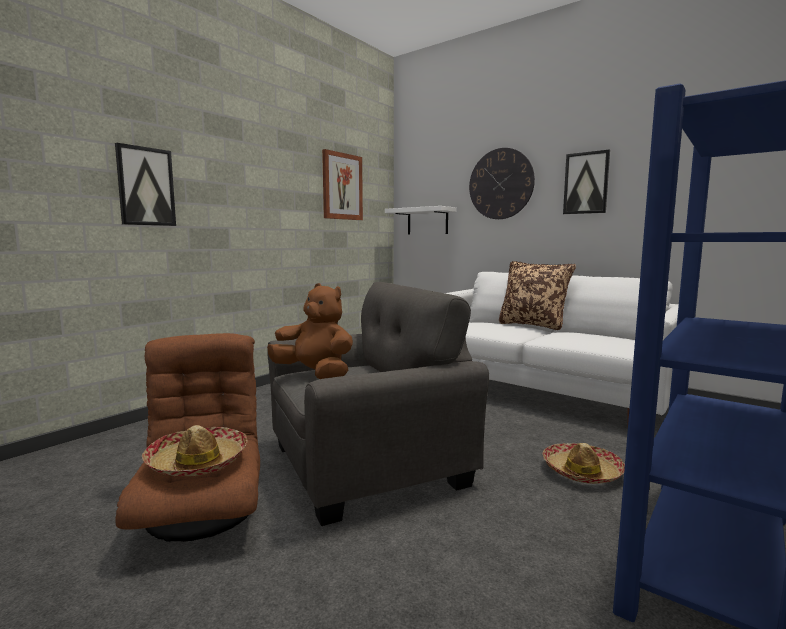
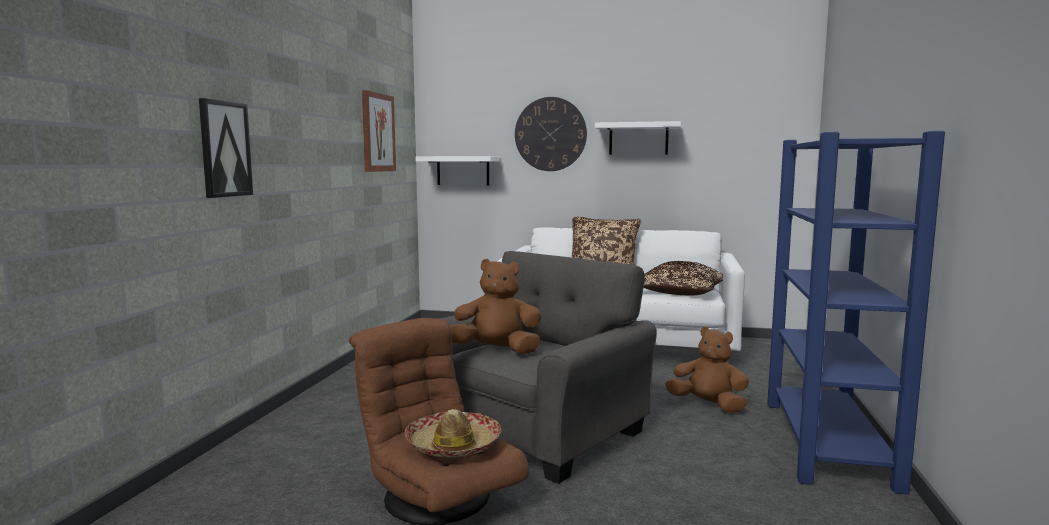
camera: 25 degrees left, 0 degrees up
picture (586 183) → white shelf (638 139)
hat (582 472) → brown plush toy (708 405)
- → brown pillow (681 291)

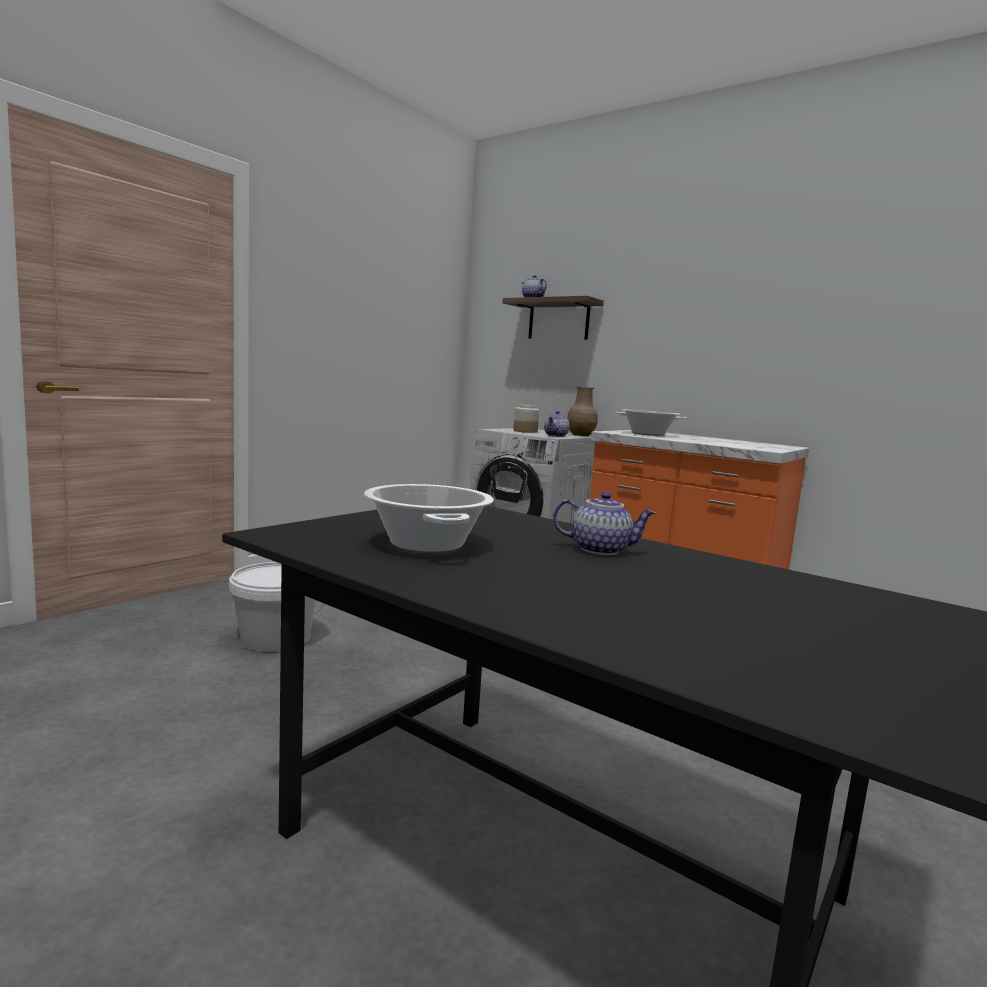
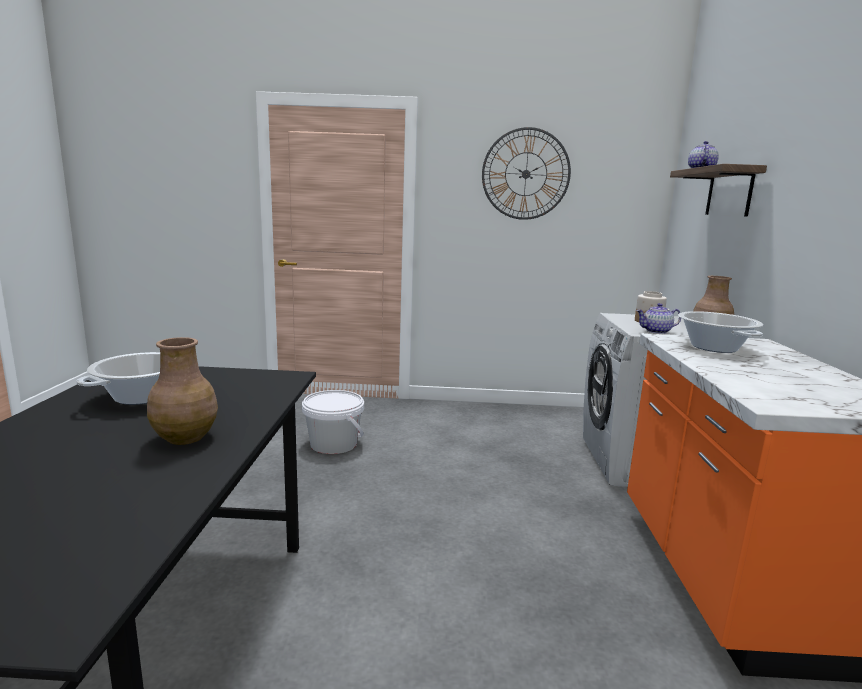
camera: 55 degrees right, 5 degrees up
teapot (600 549) → brown vase (186 437)
- → wall clock (526 174)

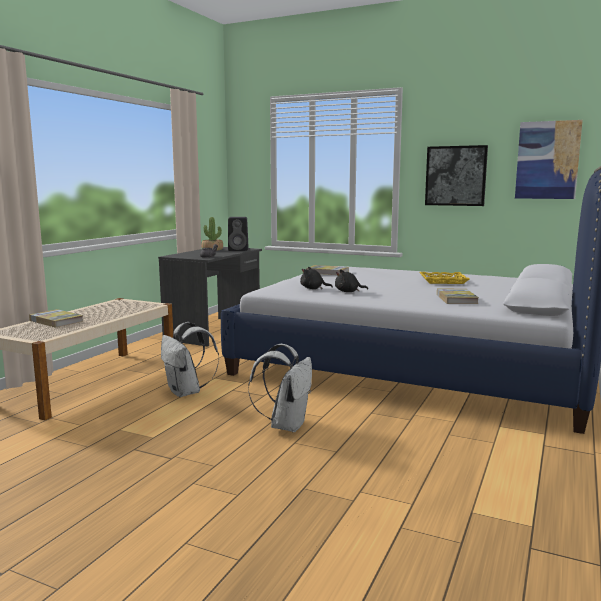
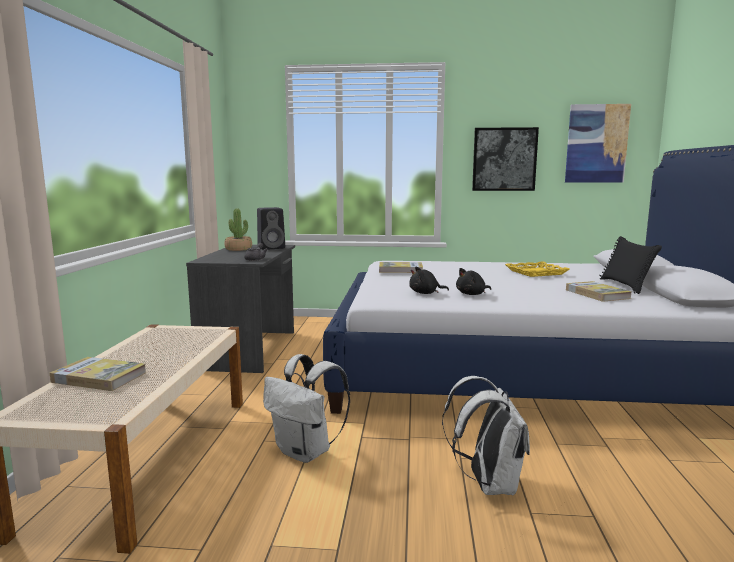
camera: 20 degrees left, 0 degrees up
- → black pillow (626 286)

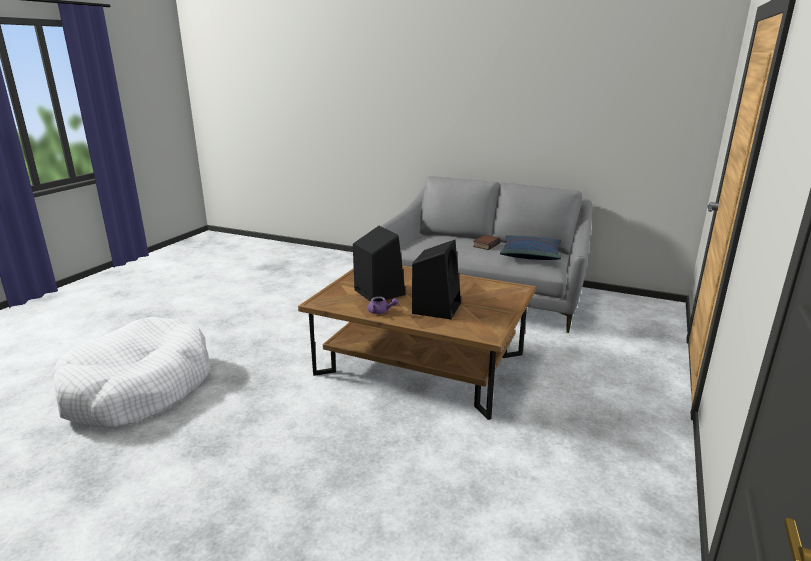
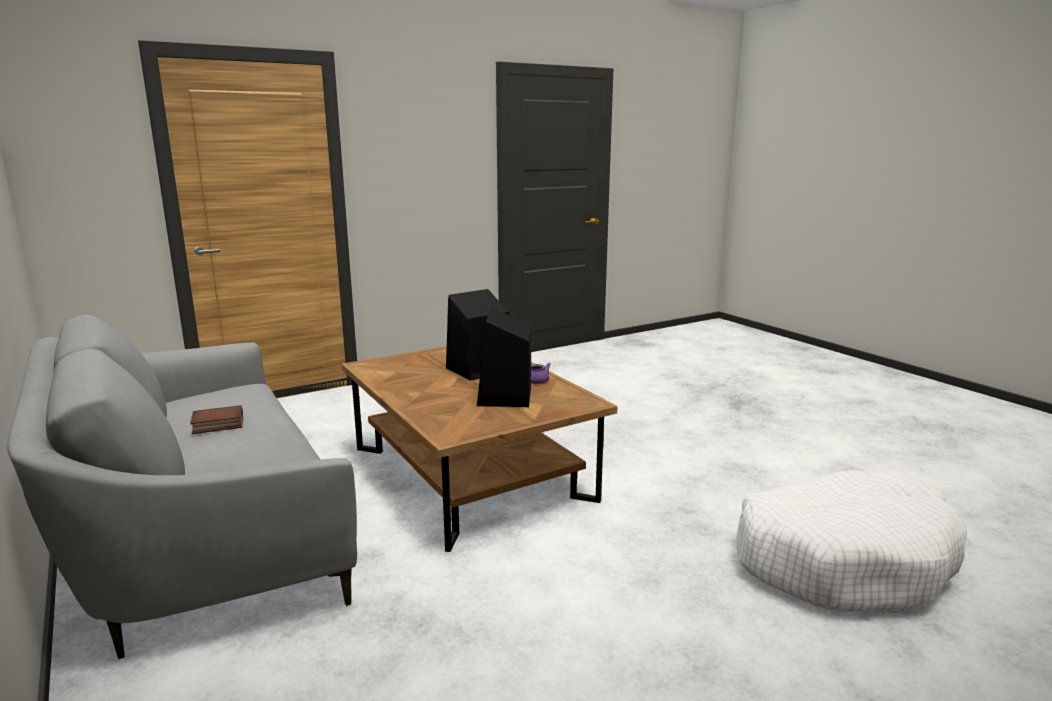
camera: 145 degrees left, 5 degrees down
blue pillow (530 255) → -

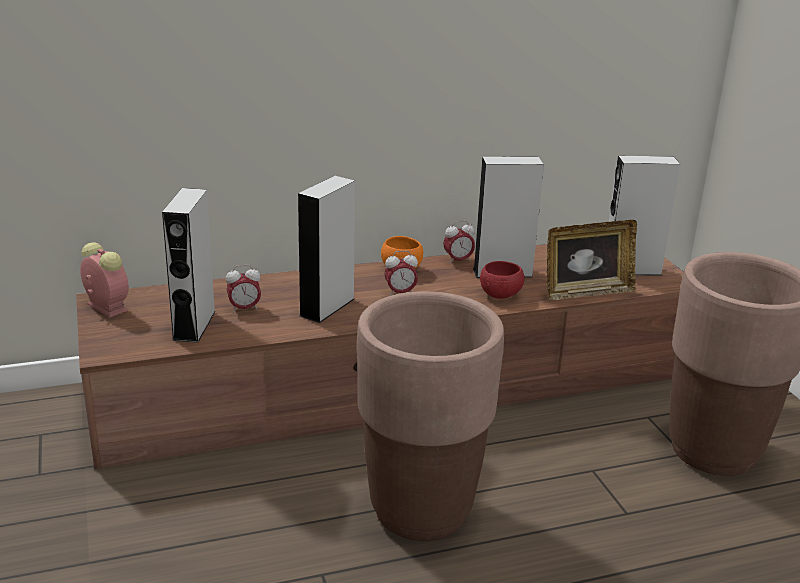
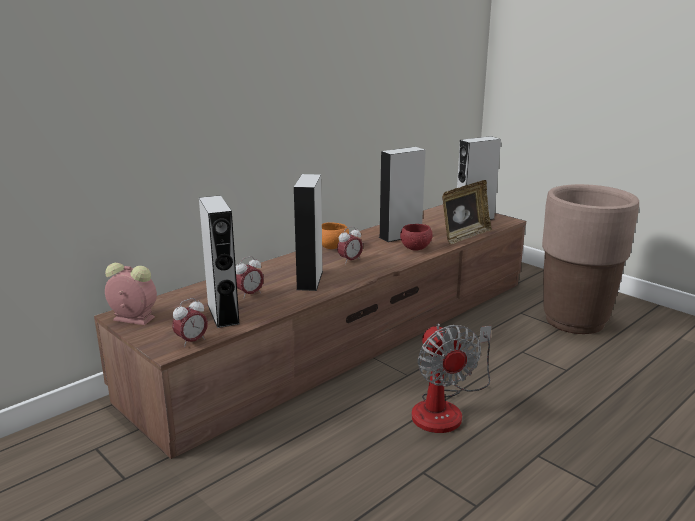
camera: 25 degrees left, 5 degrees down
alarm clock (458 261) → alarm clock (192 341), move
brown planter (421 510) → fan (446 408)

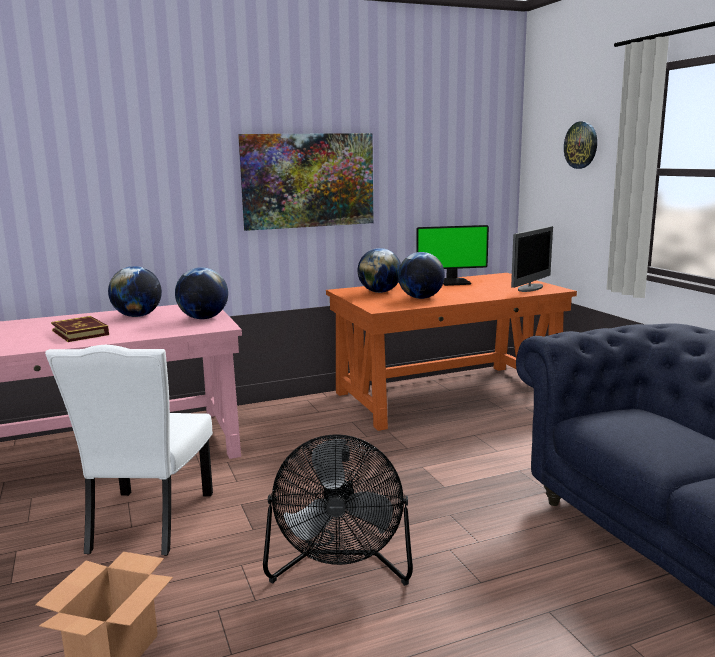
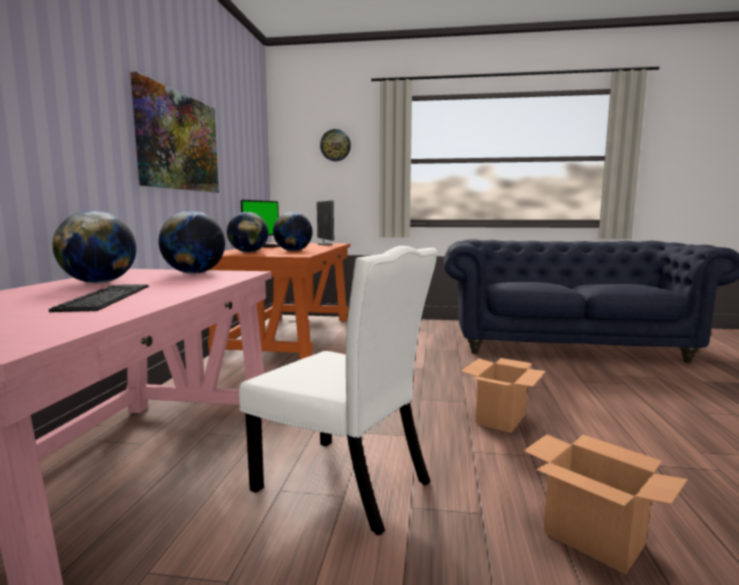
camera: 60 degrees left, 5 degrees down
book (80 333) → keyboard (106 297)
black fan (335 566) → cardboard box (500 419)

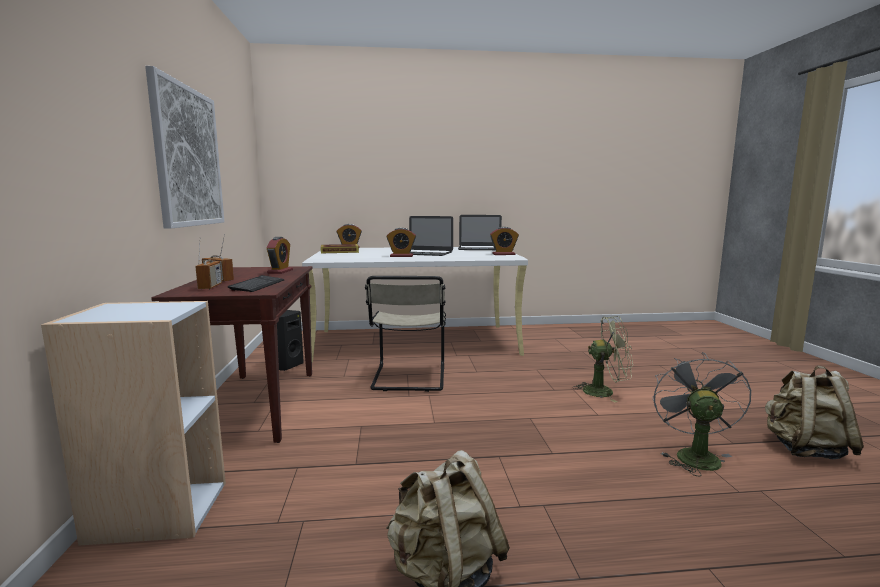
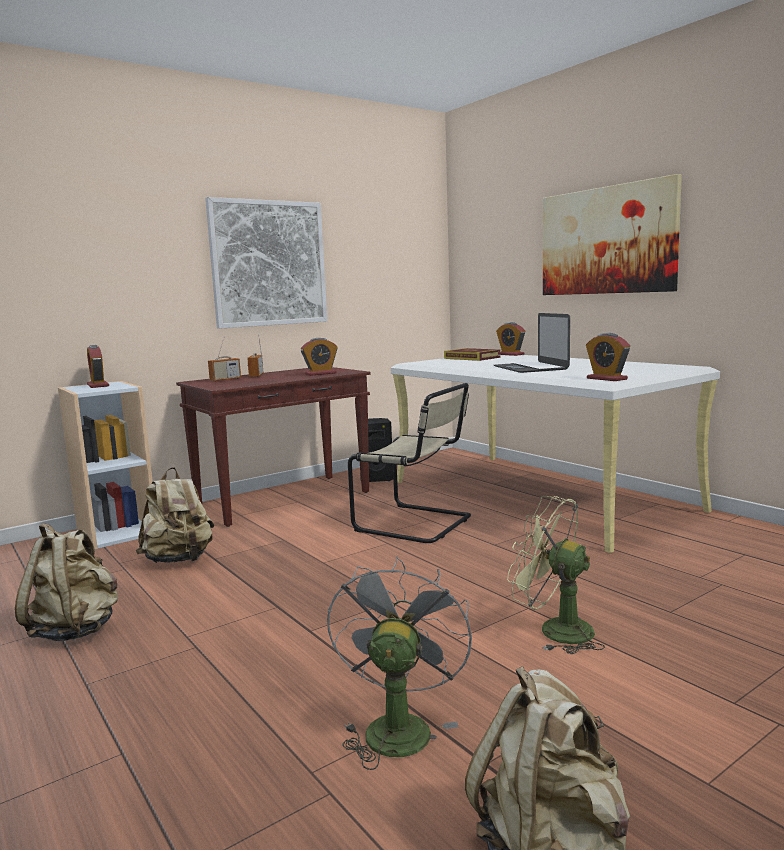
camera: 60 degrees right, 0 degrees up
laptop (479 248) → -
alarm clock (401 256) → alarm clock (98 385), move
keyboard (257 285) → -
beige chair (409 379) → beige chair (417 524), 120 degrees counterclockwise
green fan (604 391) → green fan (554 630), 150 degrees clockwise
grey fan (693 455) → grey fan (398 726), 60 degrees counterclockwise
- → picture (606 241)
- → beige backpack (179 560)

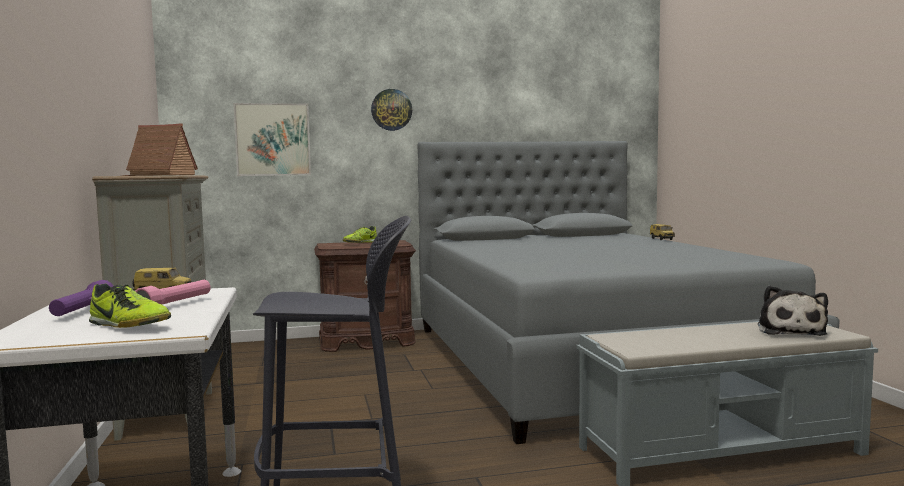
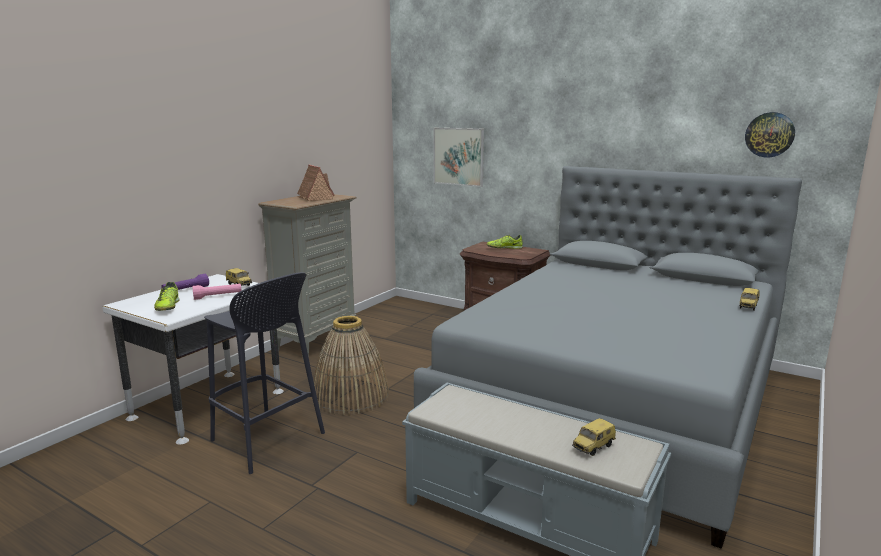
camera: 45 degrees right, 10 degrees up
wall clock (391 110) → wall clock (769 134), move
plush toy (790 331) → toy car (594 448)
- → basket (351 396)

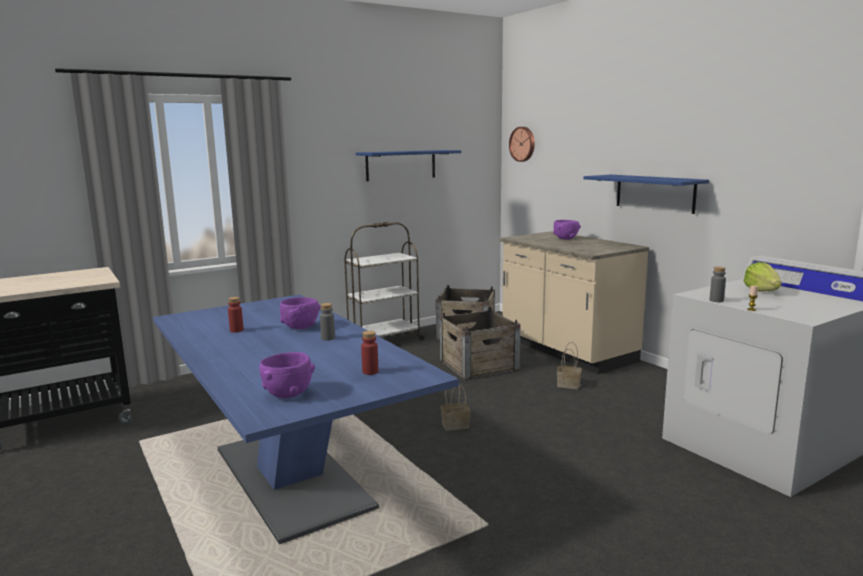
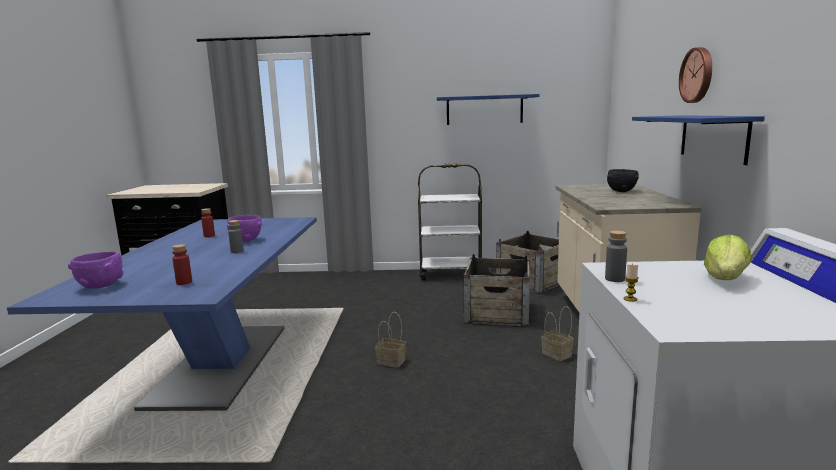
camera: 35 degrees right, 0 degrees up
wall clock (523 144) → wall clock (698 75), move
purple bowl (565 239) → black bowl (621 191)

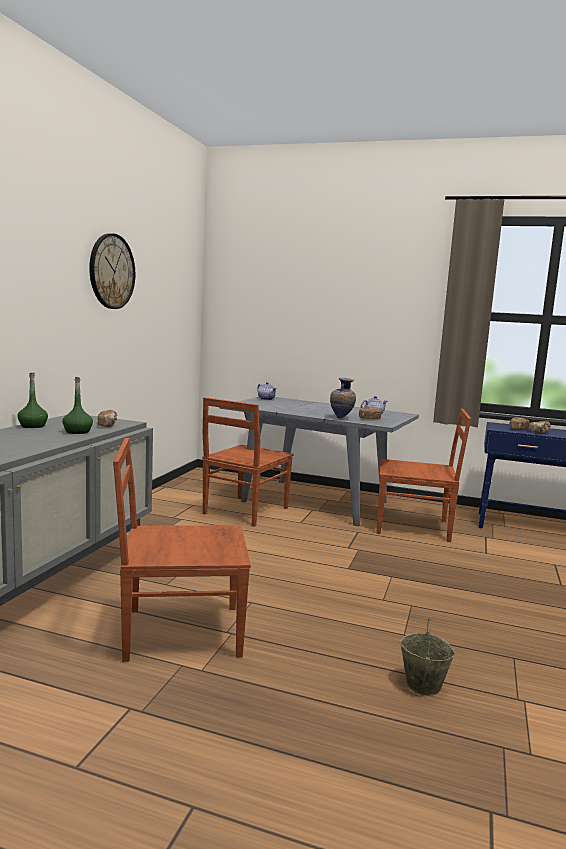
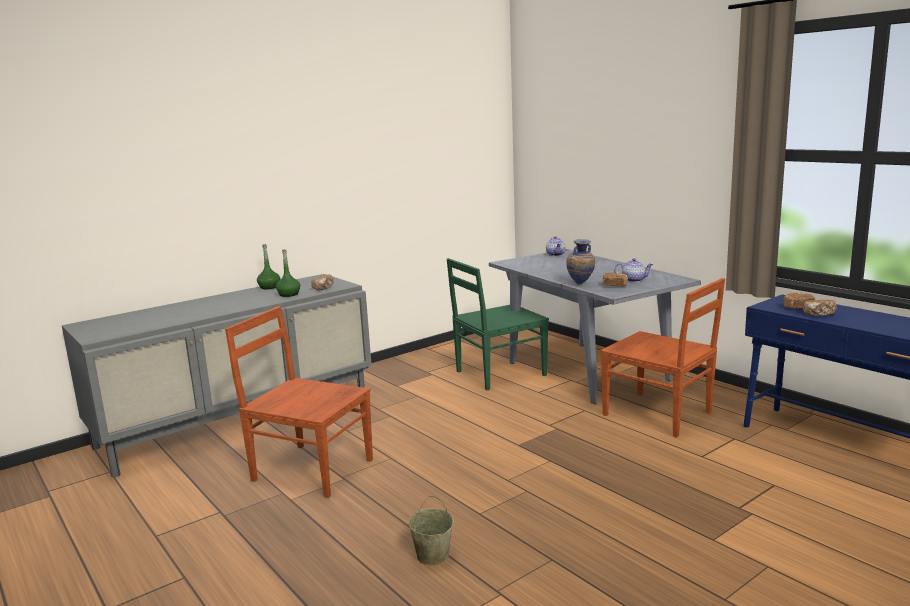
camera: 35 degrees right, 5 degrees up
wall clock (111 271) → -
brown chair (244 511) → green chair (498 373)

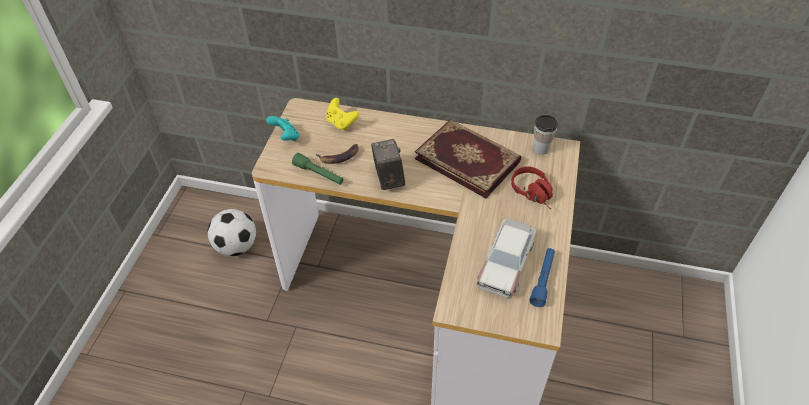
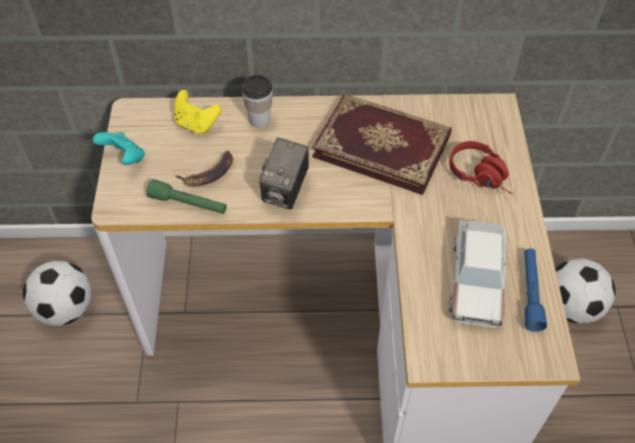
camera: 15 degrees left, 5 degrees up
cup (541 149) → cup (259 120), move
photo camera (388 178) → photo camera (285 191), 135 degrees counterclockwise
- → football (571 306)

